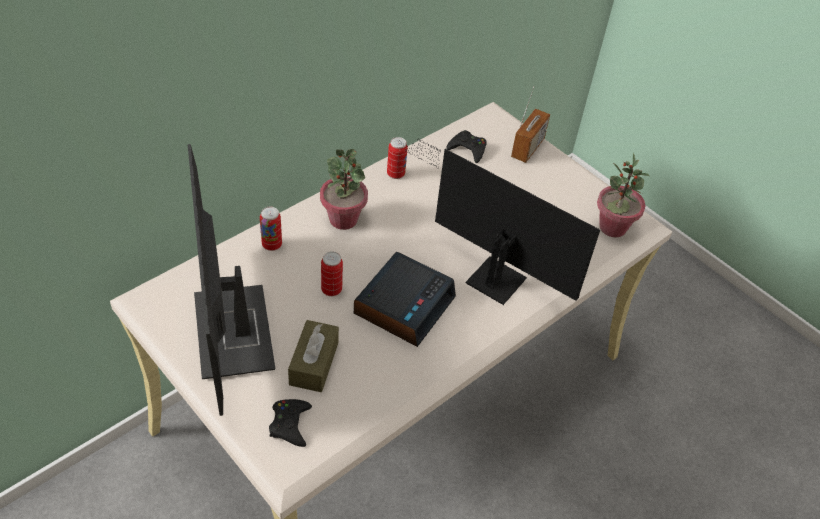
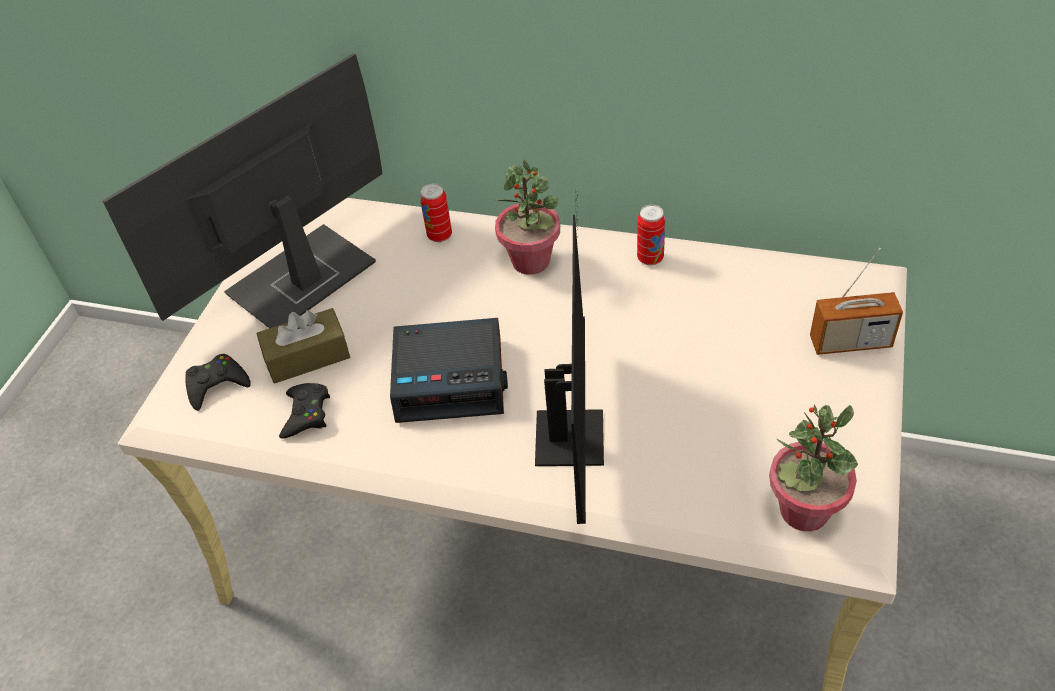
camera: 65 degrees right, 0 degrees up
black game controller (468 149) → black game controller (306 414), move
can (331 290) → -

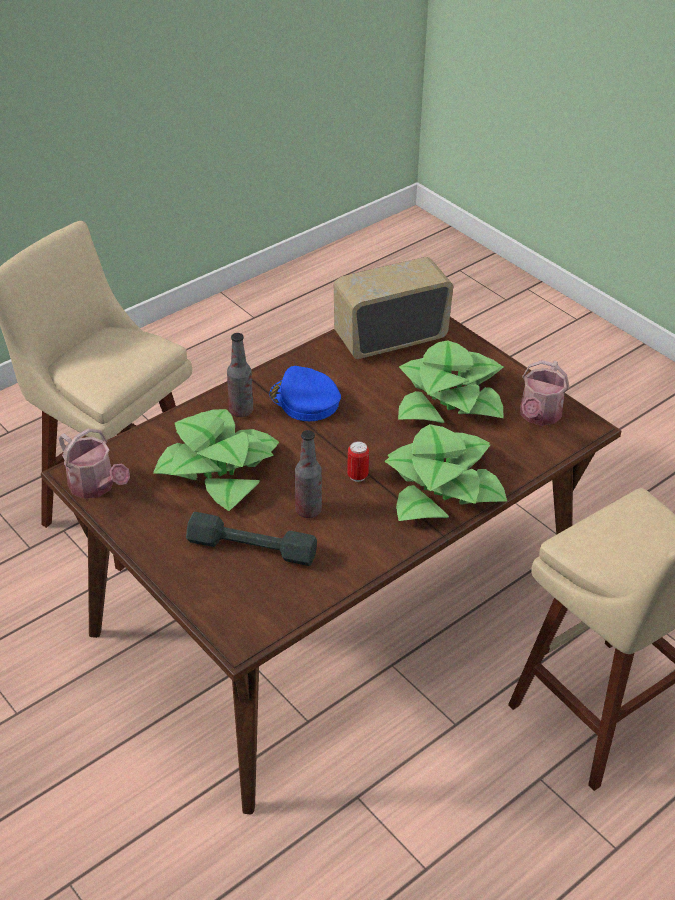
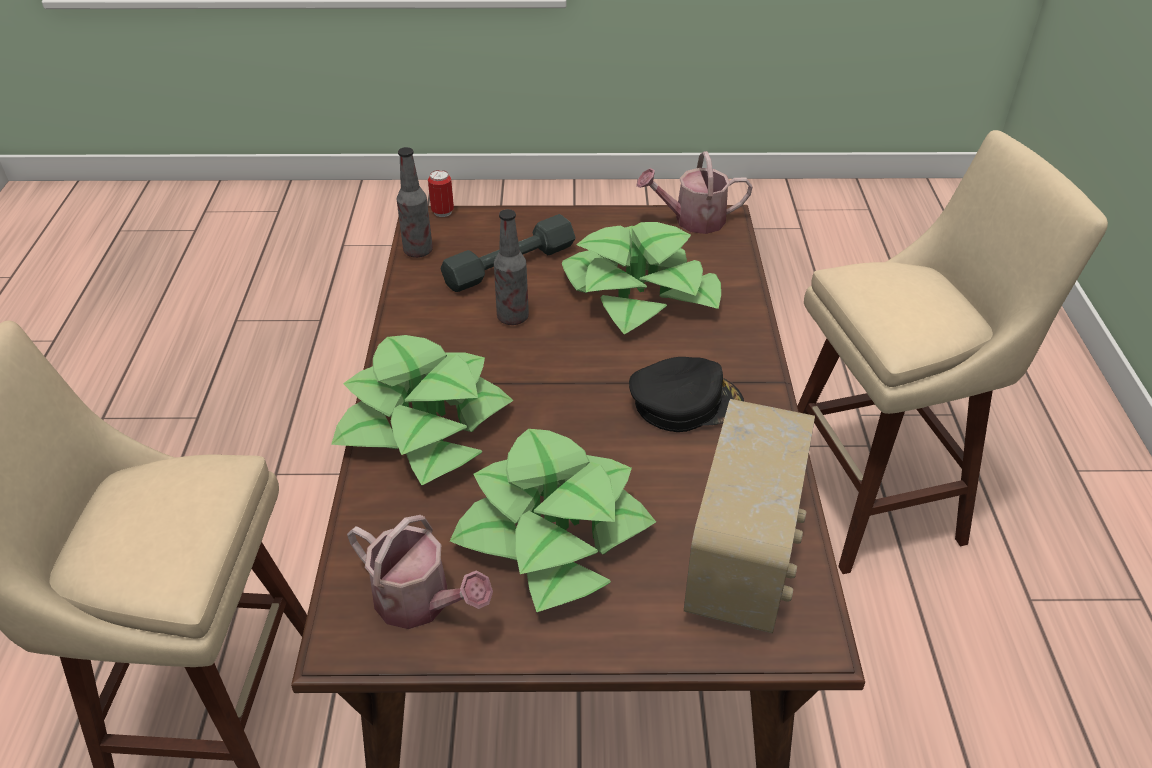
camera: 130 degrees right, 0 degrees up
bottle (241 411) → bottle (418 251), move
watering can (539 416) → watering can (421 603), 150 degrees clockwise
blue cap (304 400) → black cap (685 402)
can (357 476) → can (442 212), move

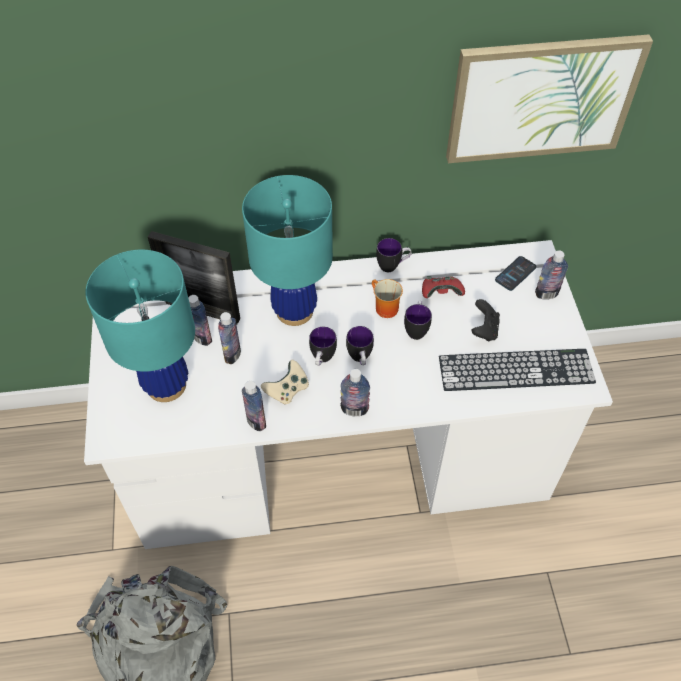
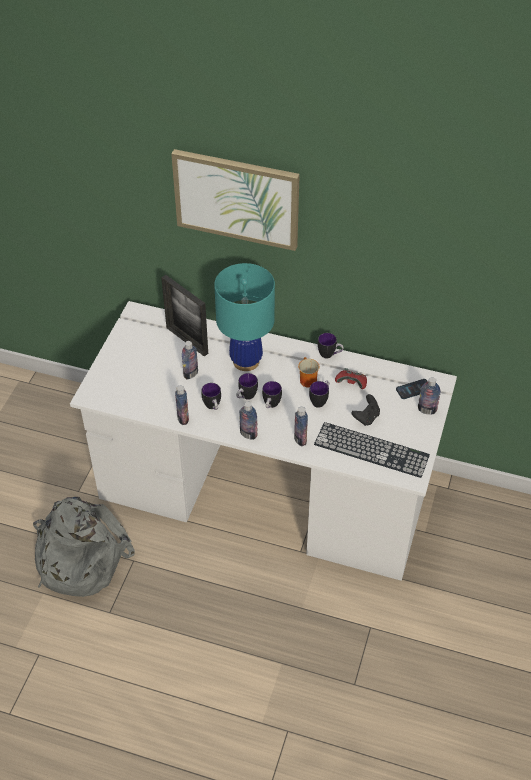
camera: 25 degrees right, 5 degrees down
picture (542 98) → picture (237 198), move
turquoise table lamp (166 385) → -
bottle (202 337) → bottle (300 439), move
beige game controller (287 390) → mug (213 407)

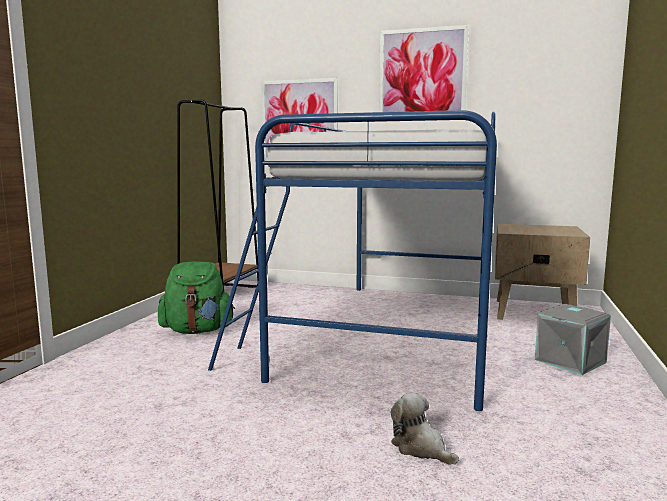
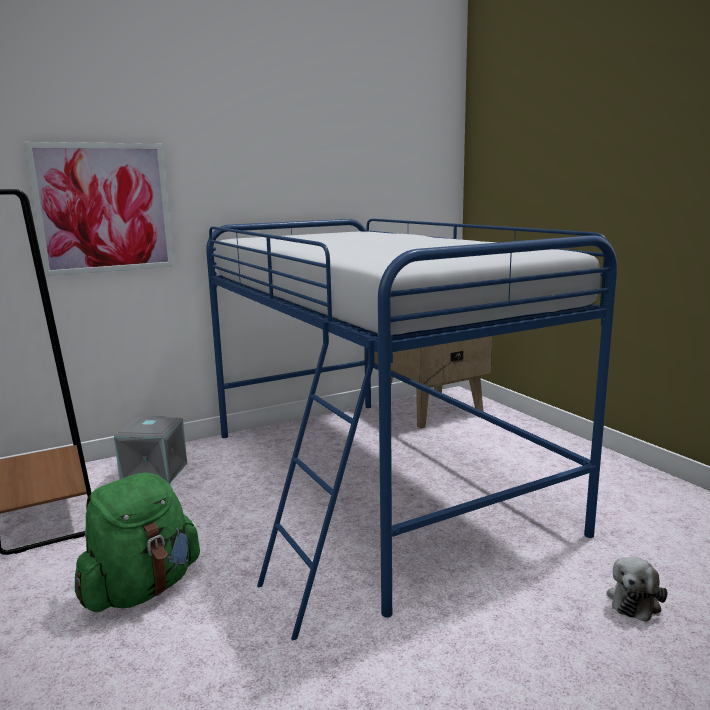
camera: 45 degrees left, 5 degrees up
picture (422 73) → -
grey storage box (571 361) → grey storage box (155 473), move
plush toy (420 448) → plush toy (635 600), 60 degrees counterclockwise

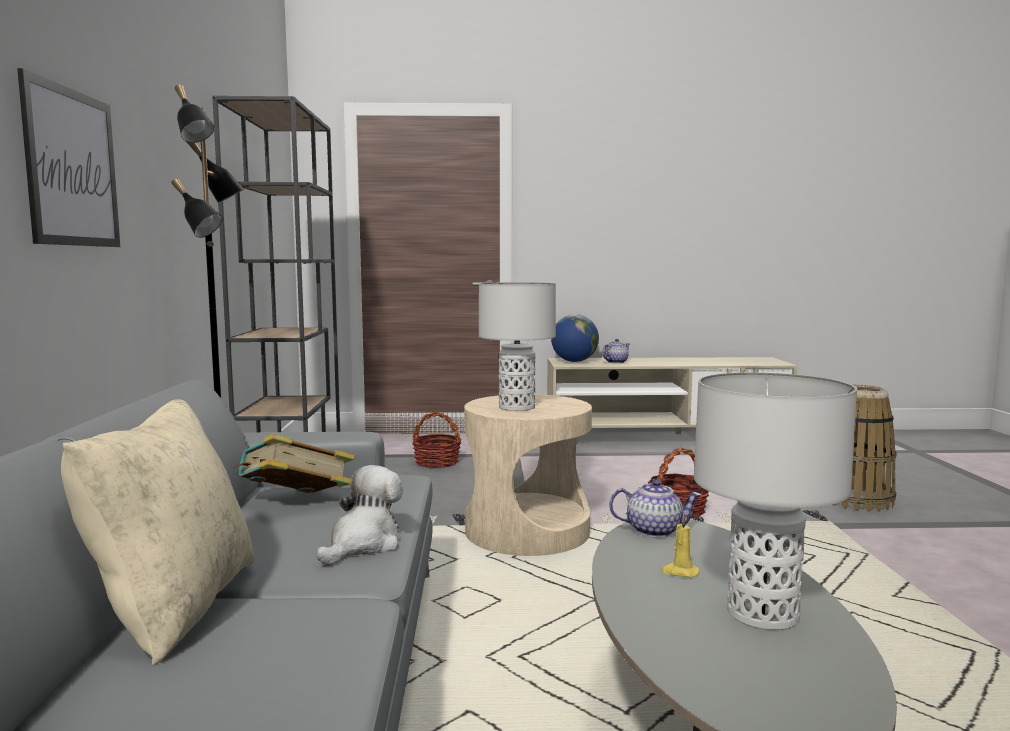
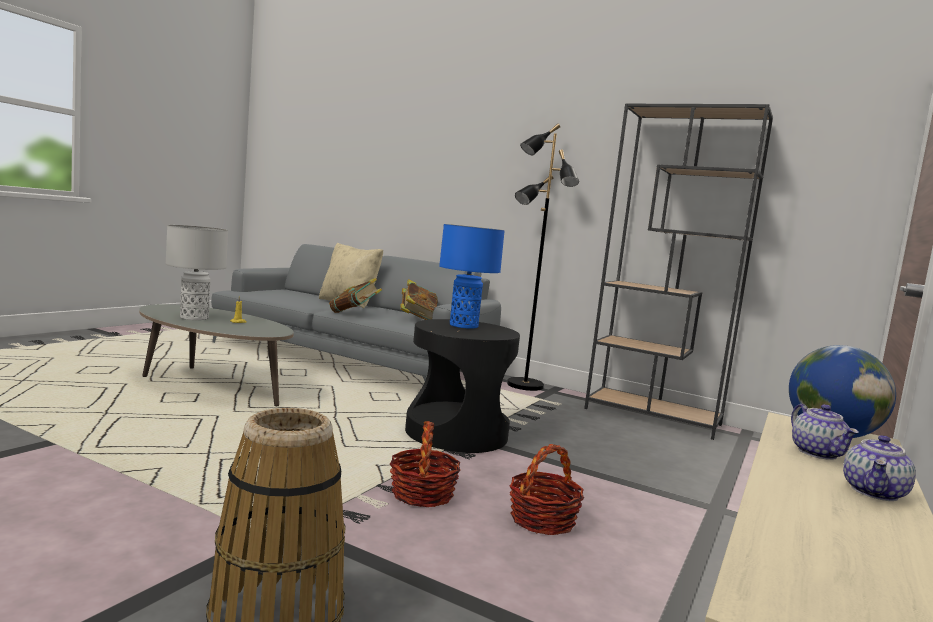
camera: 120 degrees right, 0 degrees up
picture (72 168) → -
white table lamp (517 407) → blue table lamp (463 325)
beige side table (527 532) → black side table (456 434)
basket (436 462) → basket (542 520), move
plush toy (363 544) → book (354 314)
teapot (654 530) → teapot (875 493), move

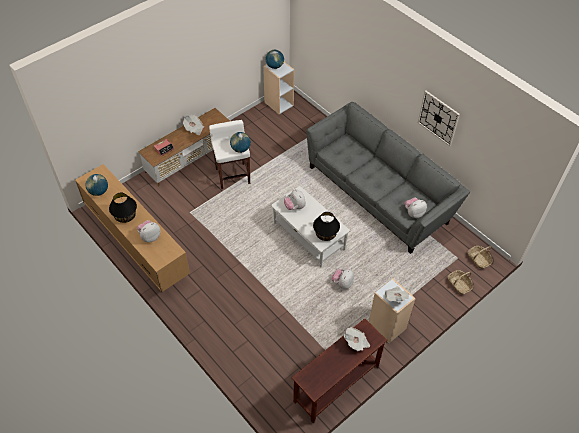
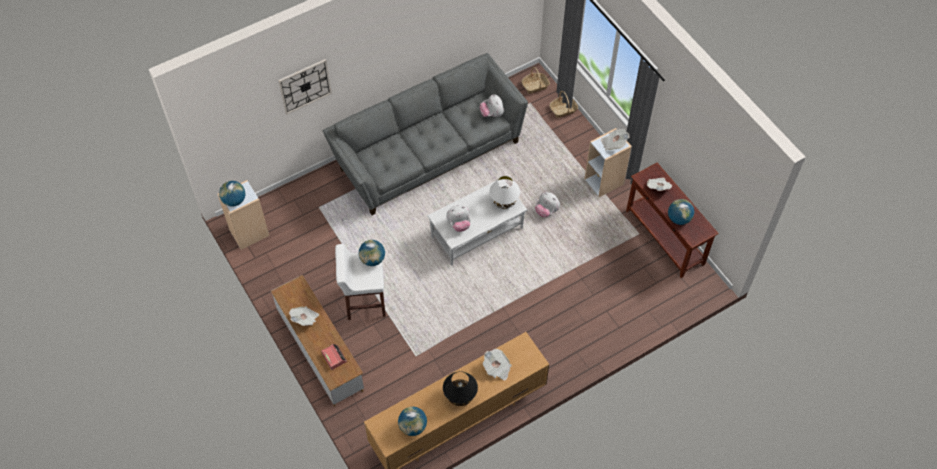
camera: 80 degrees left, 5 degrees up
wall clock (438 118) → wall clock (305 86), move
black table lamp (325 234) → white table lamp (504 201)
plush toy (150 236) → newspaper (497 368)
- → globe (679 219)

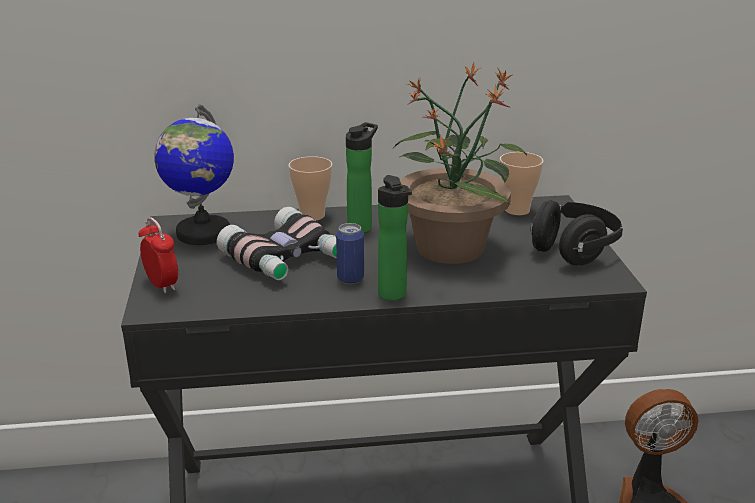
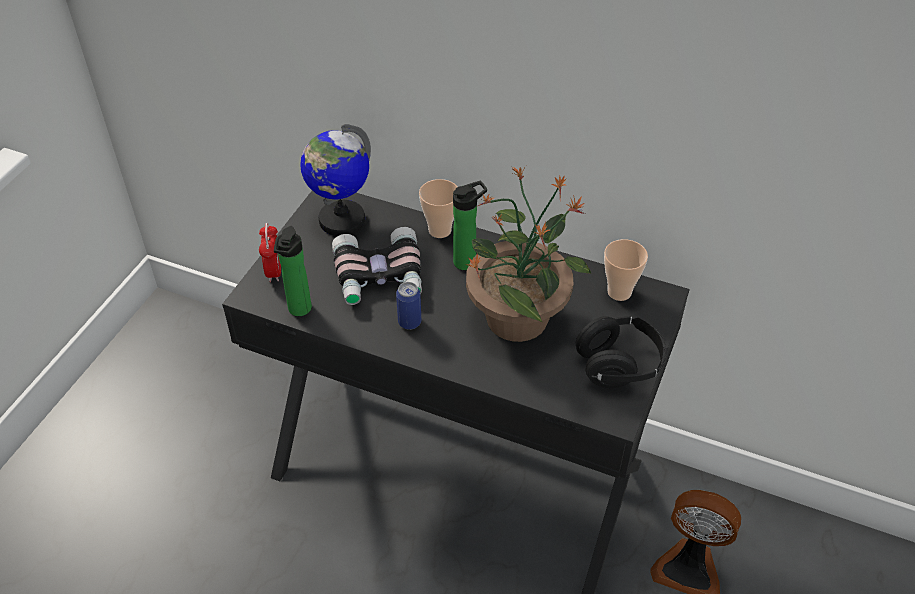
camera: 30 degrees right, 20 degrees up
bottle (394 296) → bottle (298 311), move

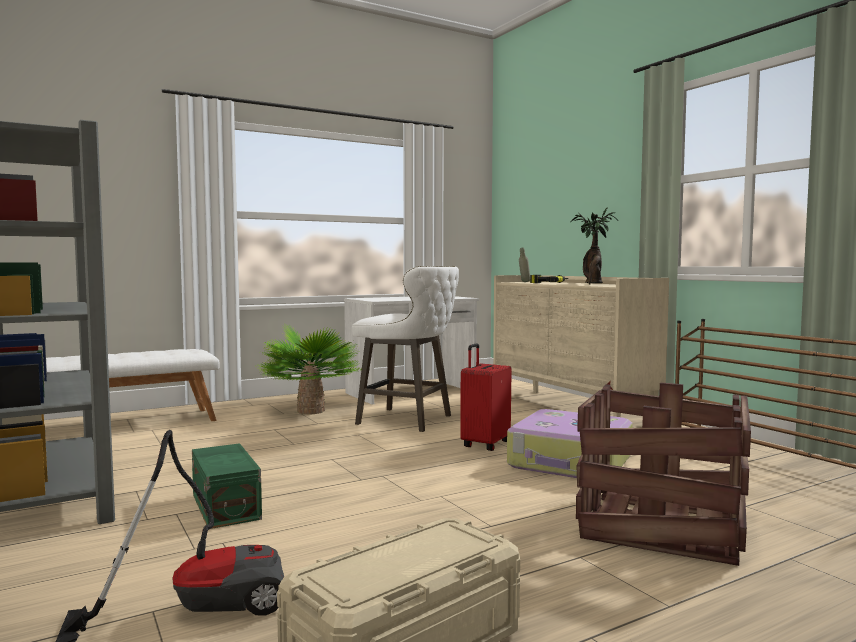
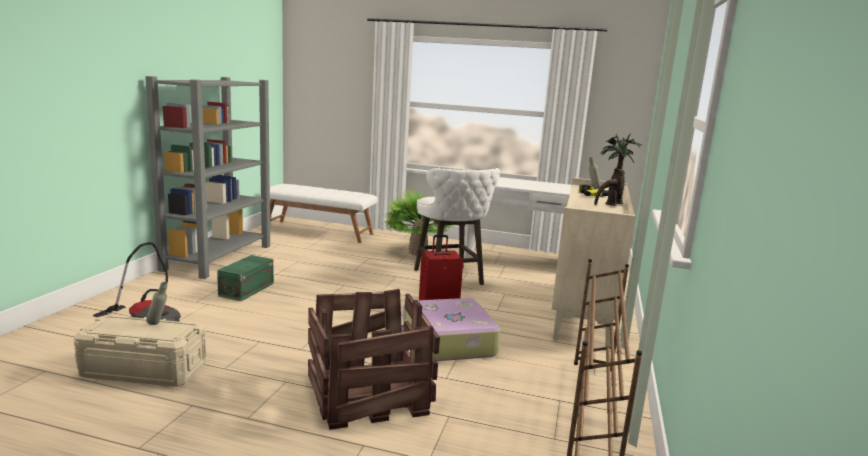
camera: 45 degrees right, 10 degrees up
- → grey bottle (158 324)

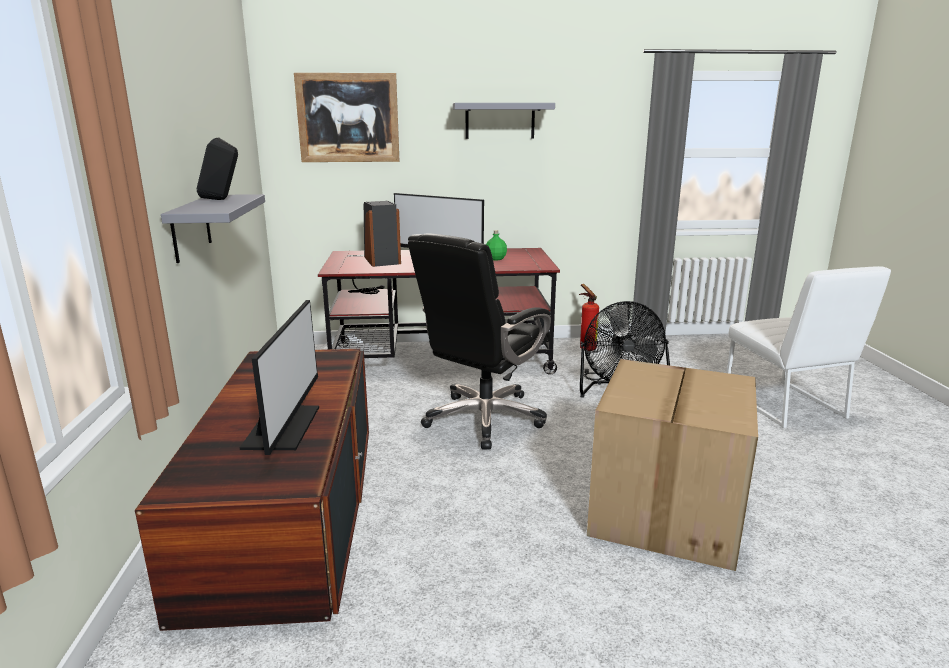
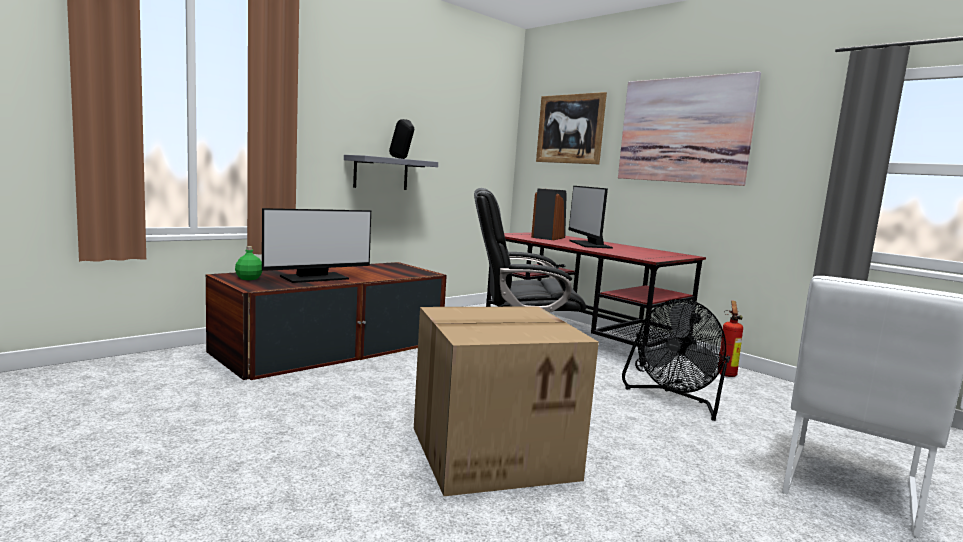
camera: 50 degrees right, 10 degrees down
grey shelf (500 121) → picture (683 130)
green bottle (495 259) → green bottle (248 278), move

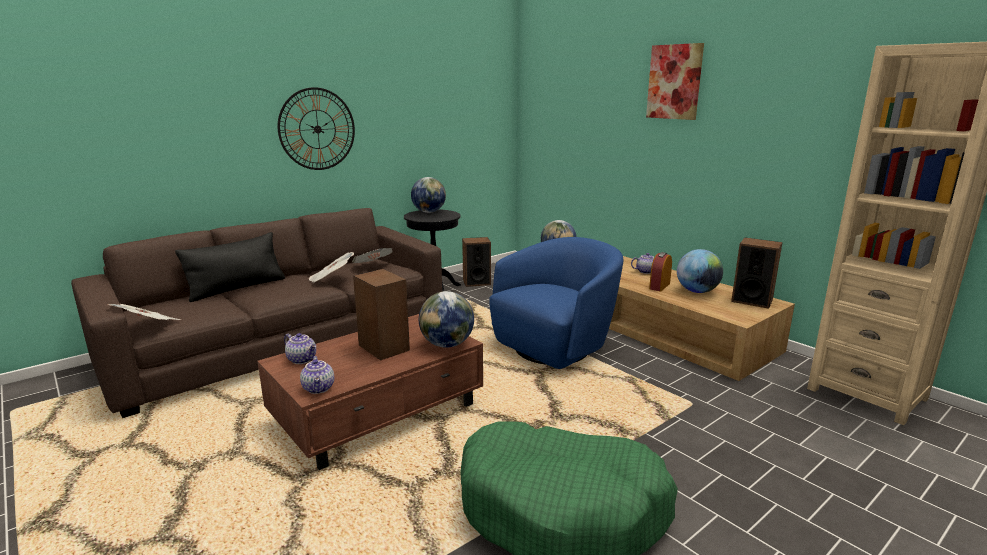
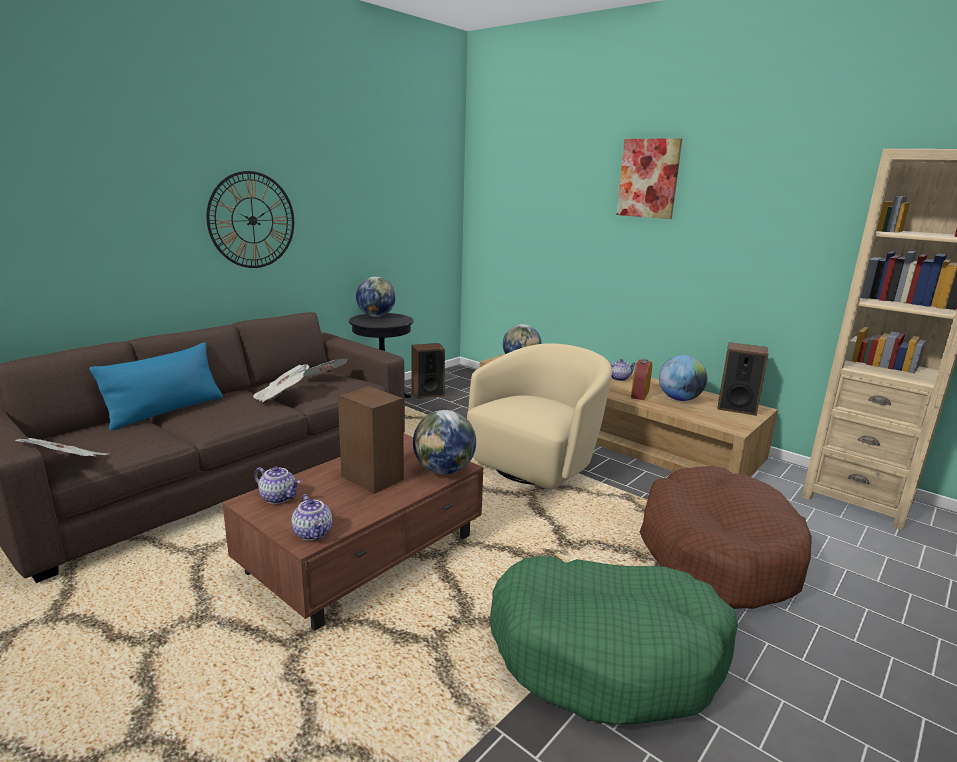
camera: 10 degrees left, 0 degrees up
black pillow (237 288) → blue pillow (166 411)
blue armchair (556 346) → beige armchair (538 463)
- → brown dog bed (716 553)

